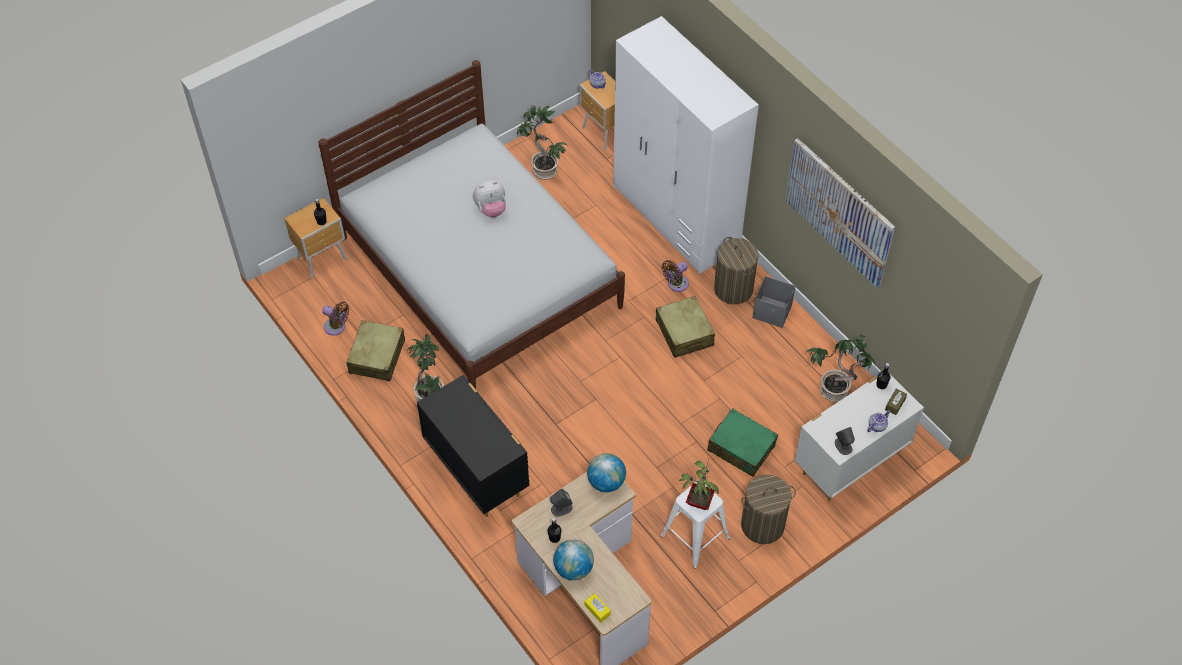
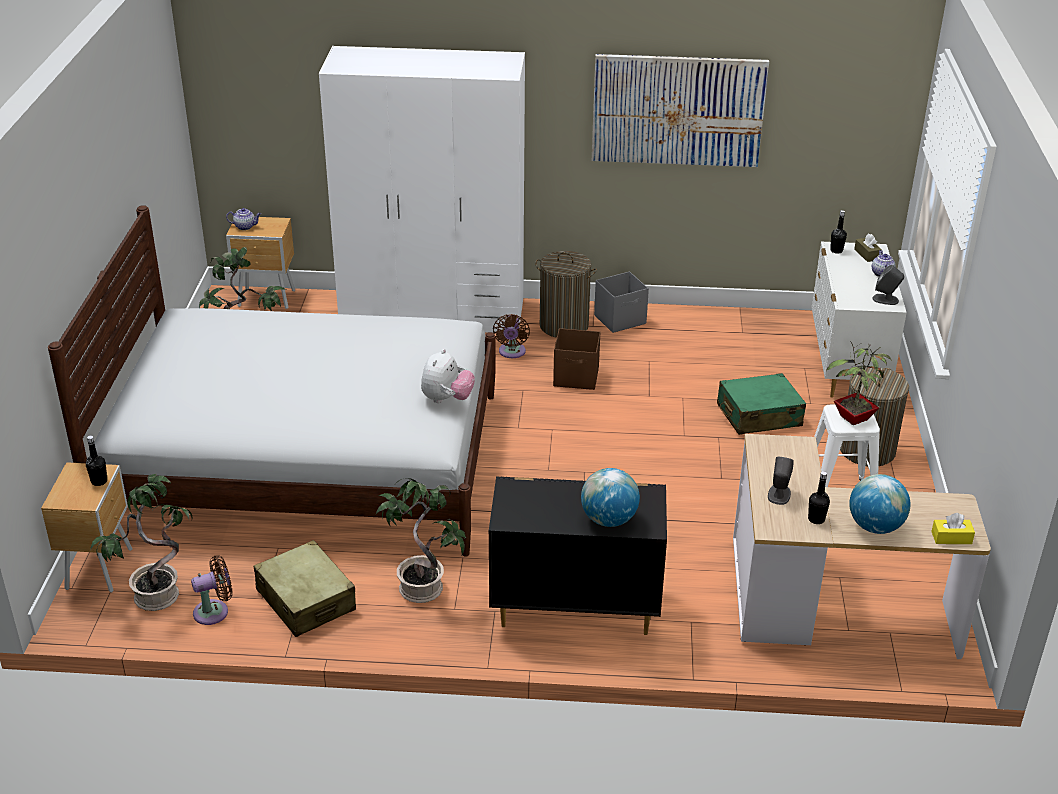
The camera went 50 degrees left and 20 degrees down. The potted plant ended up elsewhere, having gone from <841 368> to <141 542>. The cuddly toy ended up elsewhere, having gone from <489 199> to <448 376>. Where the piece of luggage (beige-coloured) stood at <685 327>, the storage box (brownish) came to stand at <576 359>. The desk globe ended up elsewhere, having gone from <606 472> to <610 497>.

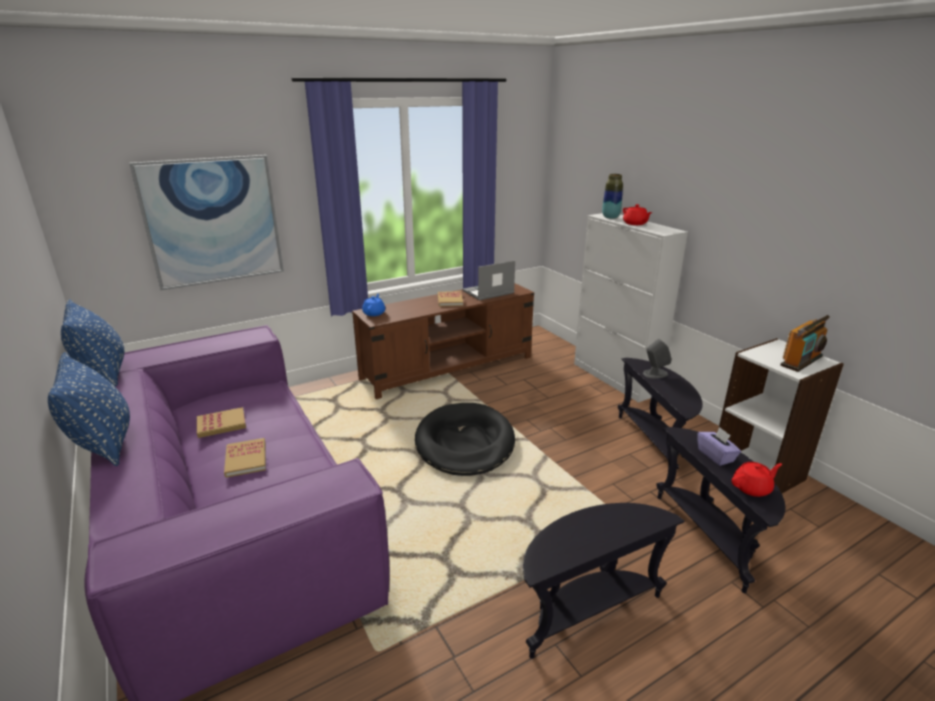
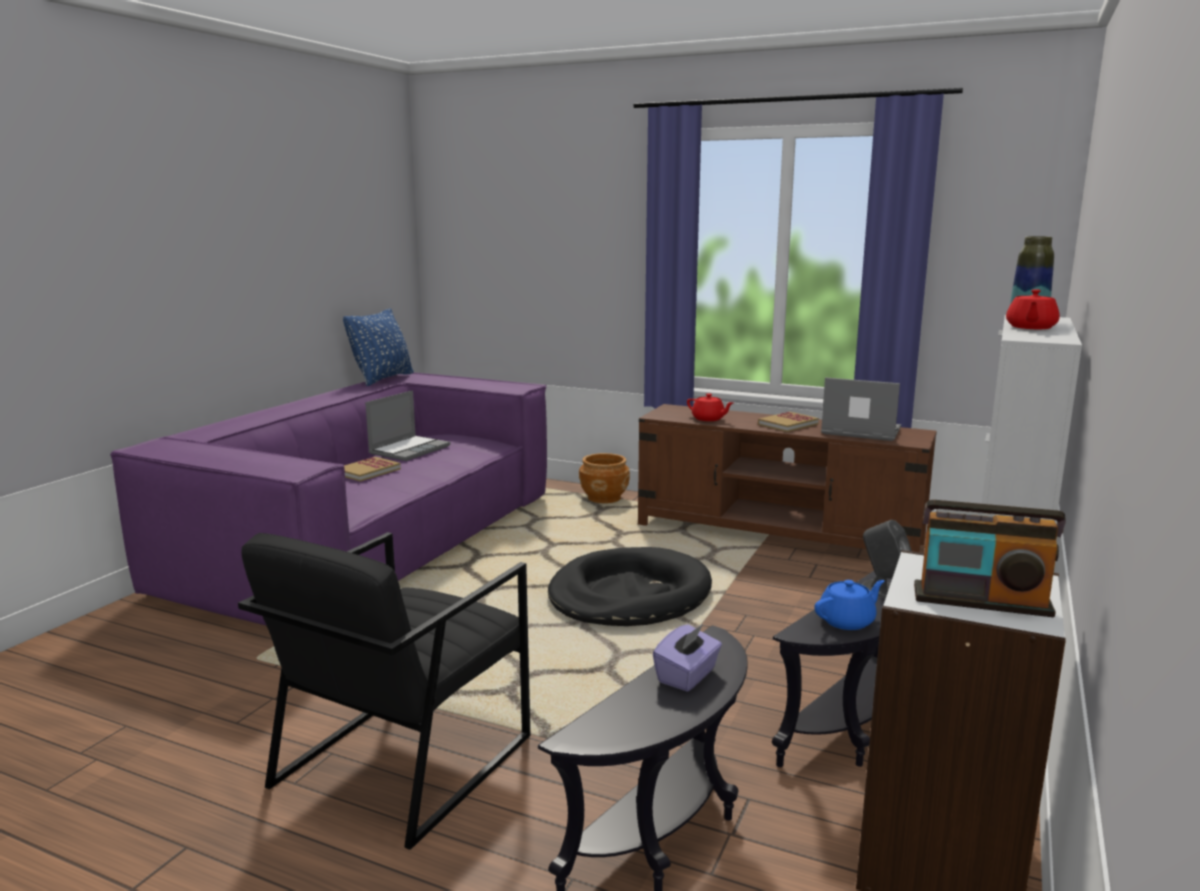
The camera went 55 degrees right and 10 degrees down. Where the accent table (black-coloured) stood at <603 581>, the easy chair (black-coloured) came to stand at <384 691>. Where the bound book stood at <221 422>, the notebook computer came to stand at <407 425>. The second view gained the planter (brownish) at <604 478>. The teapot (red) ended up elsewhere, having gone from <757 479> to <710 407>. The teapot (blue) ended up elsewhere, having gone from <373 305> to <849 605>. The second view lost the cushion (blue) at <89 409>. The second view lost the picture at <206 222>.

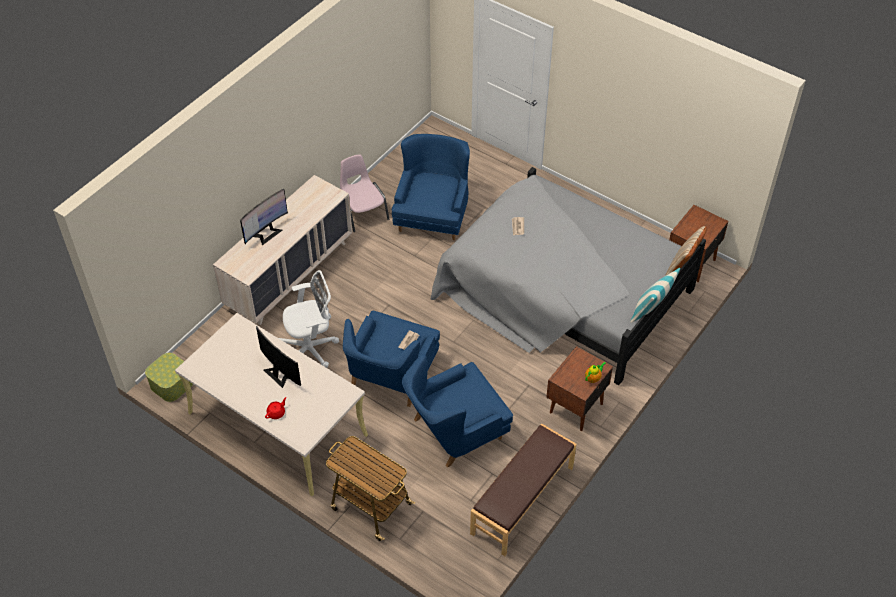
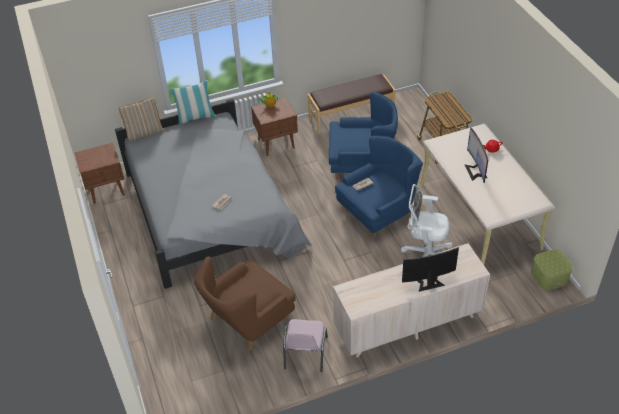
The camera went 145 degrees left and 5 degrees down. What was the easy chair (blue) at <431 187> turned into the easy chair (brownish) at <244 304>.

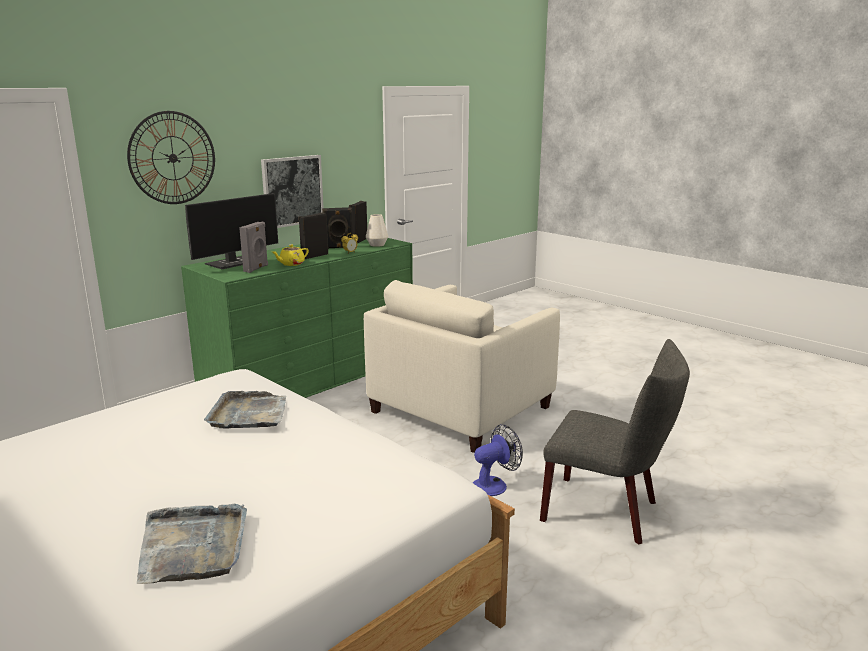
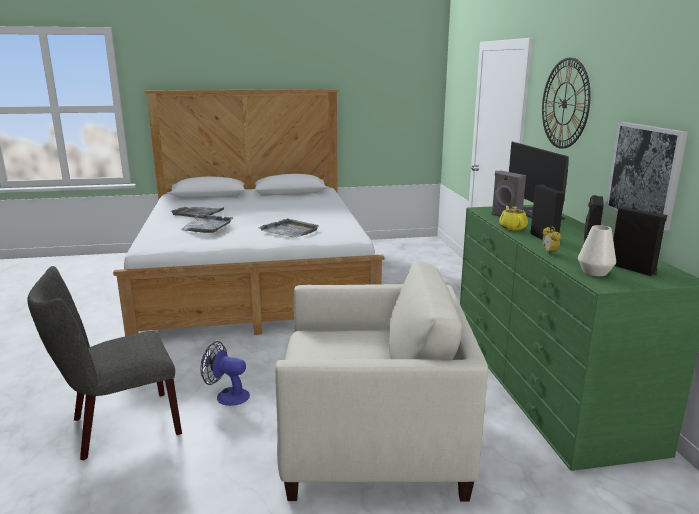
The camera went 125 degrees right and 0 degrees up. The second view gained the serving tray (gray) at <207 223>. The fan at <498 460> ended up facing another way, 105 degrees clockwise from before. The easy chair (beige-coloured) at <462 366> ended up facing another way, 105 degrees clockwise from before.

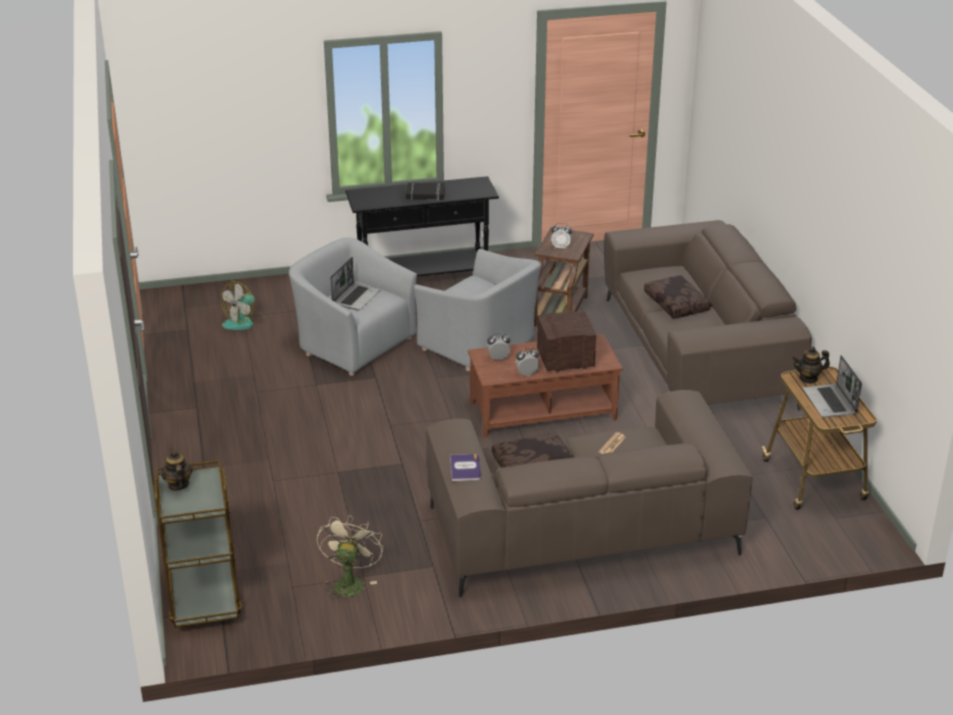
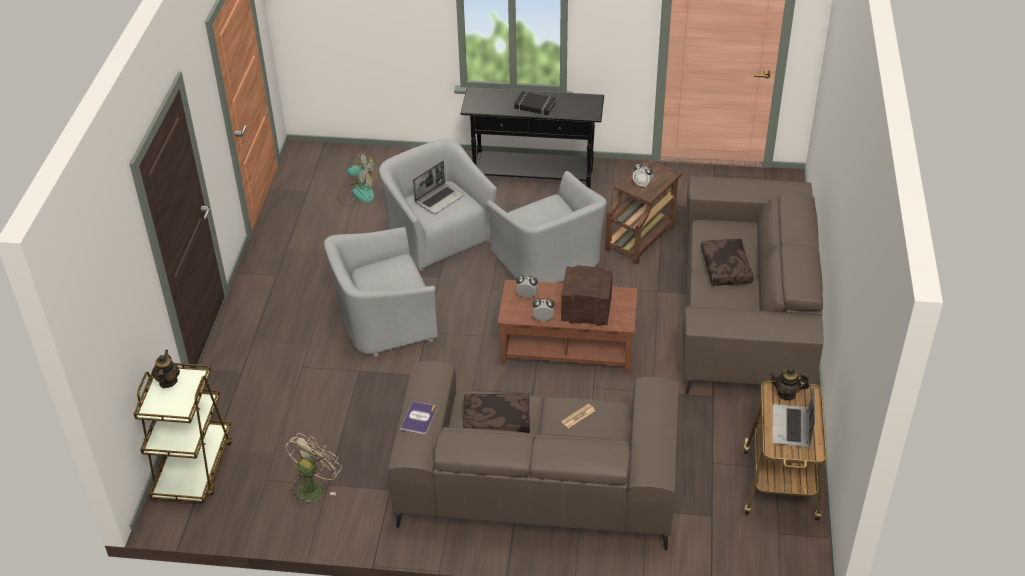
The camera went 20 degrees right and 10 degrees up. The second view gained the easy chair (gray) at <381 291>. The fan at <243 305> ended up facing another way, 135 degrees counterclockwise from before.

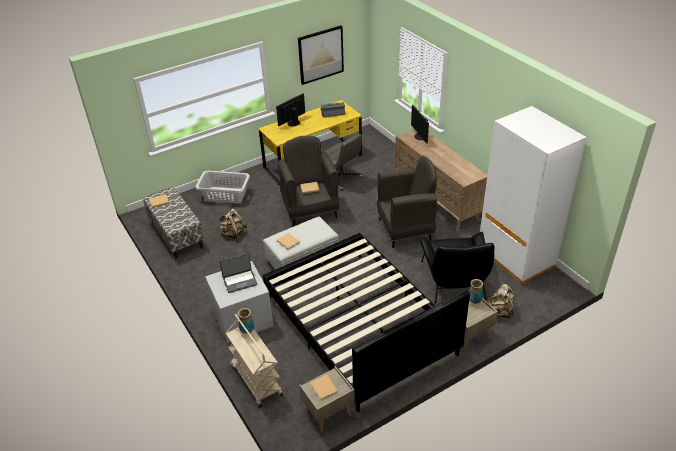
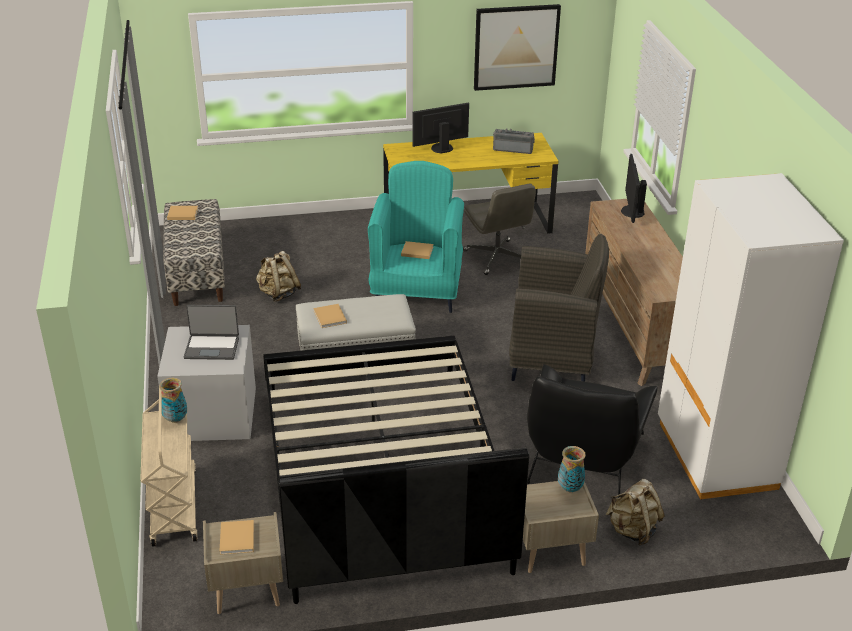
The camera went 20 degrees right and 5 degrees down. What was the easy chair (gray) at <309 181> turned into the easy chair (turquoise) at <416 237>. The second view lost the laundry basket (gray) at <223 187>.

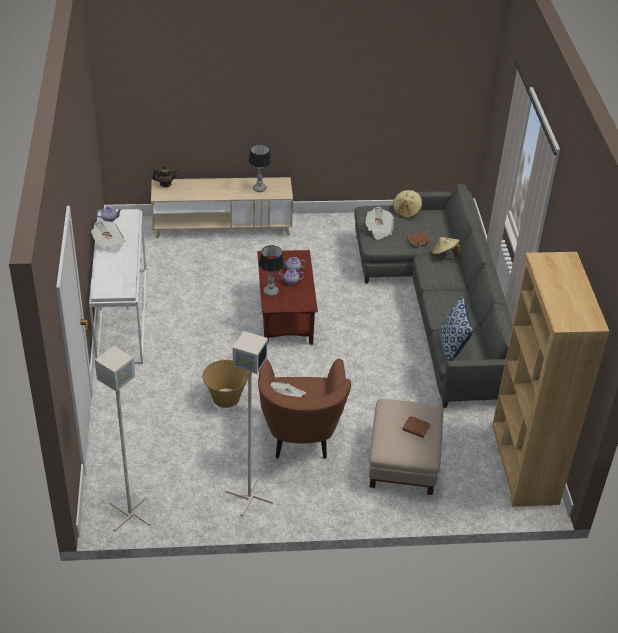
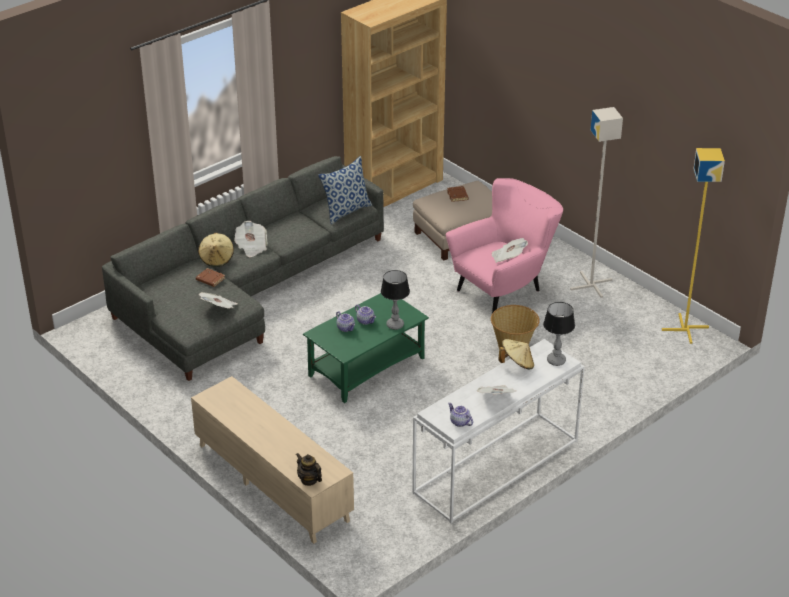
The camera went 125 degrees left and 5 degrees down. The second view gained the printed paper at <250 239>. What was the low table (brownish) at <287 297> turned into the low table (green-coloured) at <366 348>. What was the easy chair (brownish) at <304 409> turned into the easy chair (pink) at <504 245>. The hat (beige-coloured) ended up elsewhere, having gone from <407 204> to <516 354>. The lamp for a table ended up elsewhere, having gone from <260 168> to <559 334>. What was the floor lamp (gray) at <123 438> turned into the floor lamp (yellow-coloured) at <693 246>.

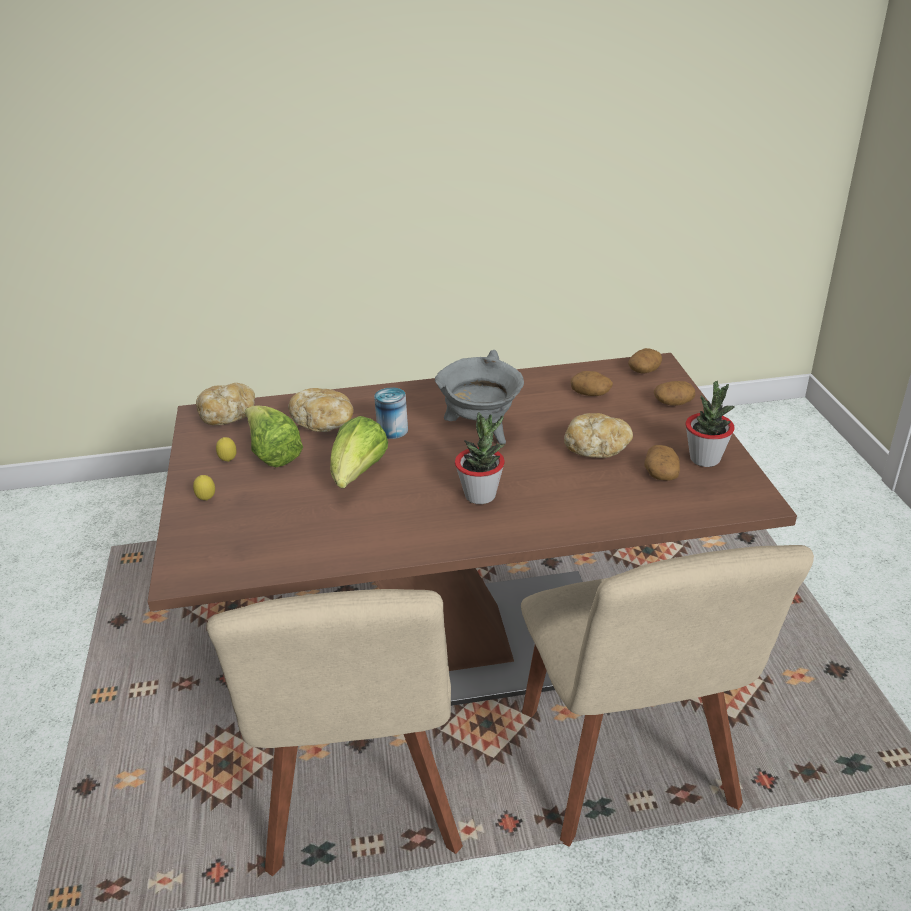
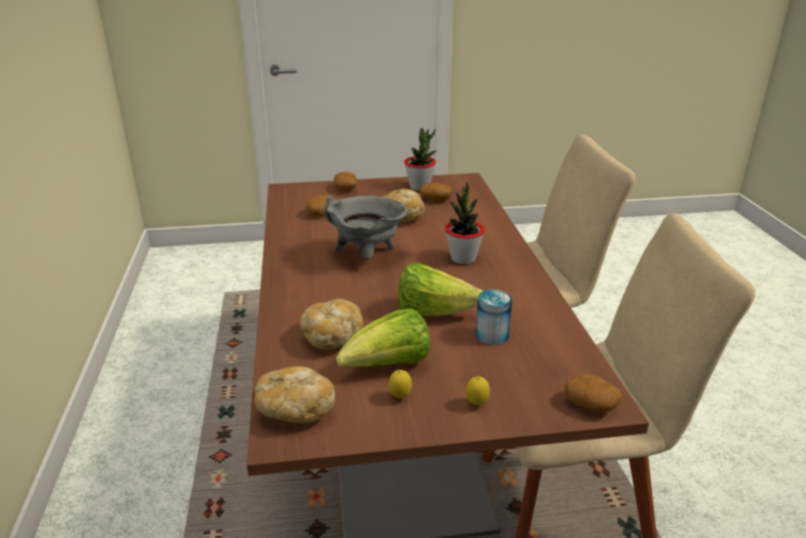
The camera went 90 degrees left and 5 degrees down. The sealed can ended up elsewhere, having gone from <391 413> to <494 317>. The whole potato ended up elsewhere, having gone from <645 360> to <593 393>.

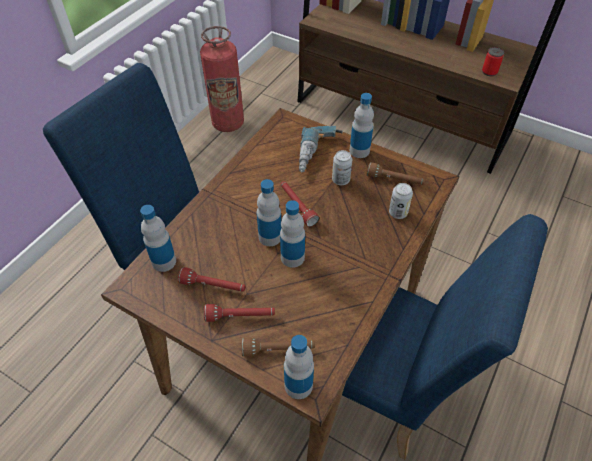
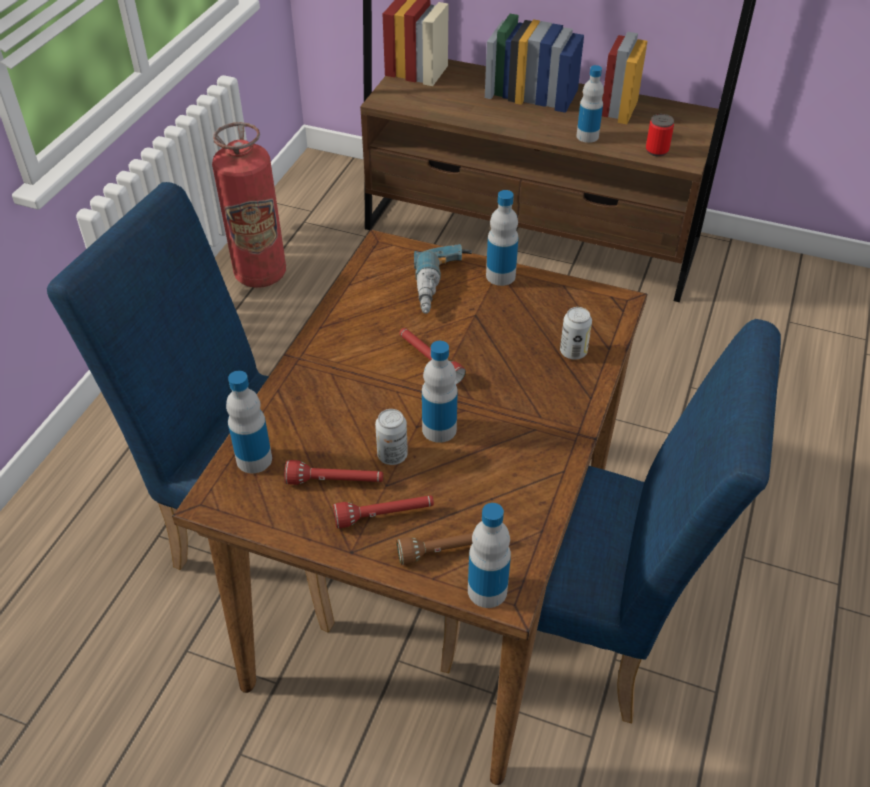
The camera went 10 degrees left and 5 degrees down. The sealed can ended up elsewhere, having gone from <342 167> to <391 437>. The drink bottle ended up elsewhere, having gone from <269 212> to <590 104>. The second view lost the flashlight (brownish) at <396 173>.

